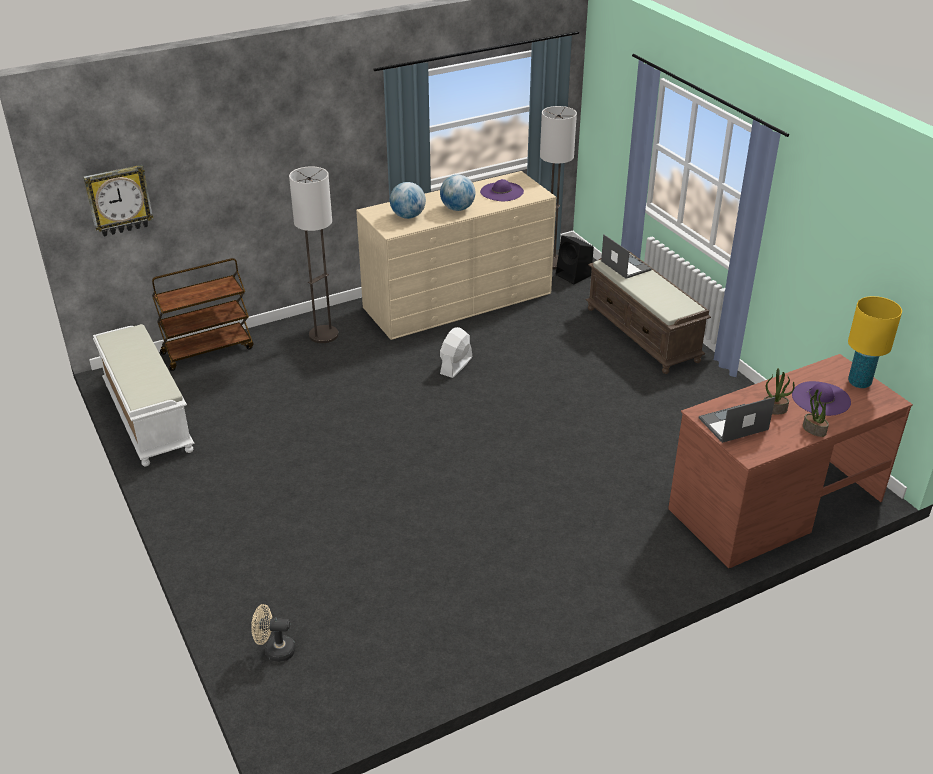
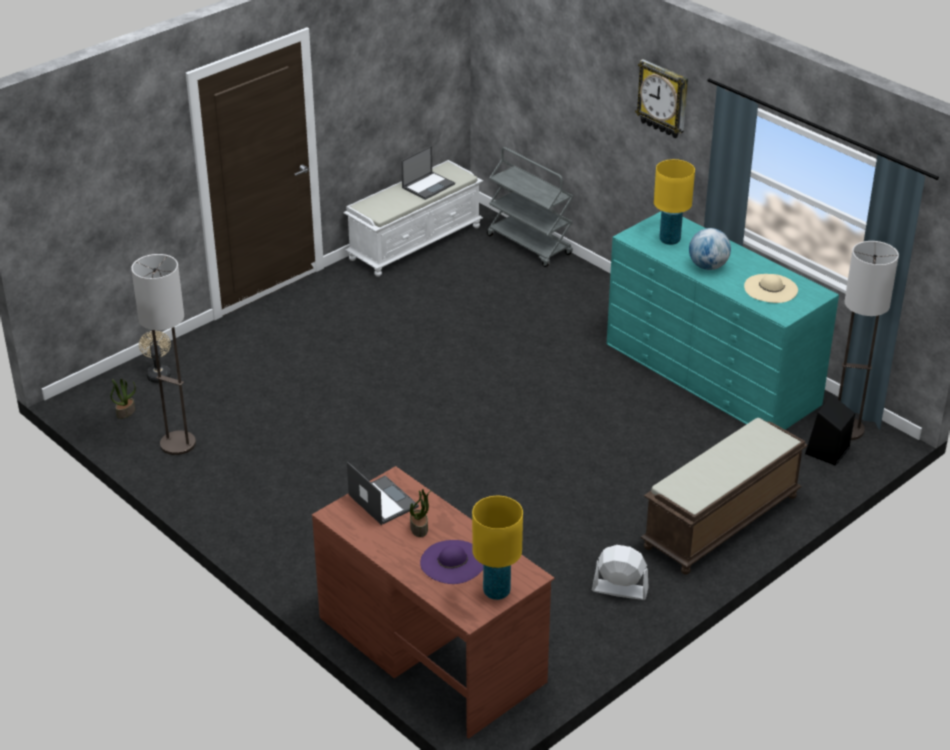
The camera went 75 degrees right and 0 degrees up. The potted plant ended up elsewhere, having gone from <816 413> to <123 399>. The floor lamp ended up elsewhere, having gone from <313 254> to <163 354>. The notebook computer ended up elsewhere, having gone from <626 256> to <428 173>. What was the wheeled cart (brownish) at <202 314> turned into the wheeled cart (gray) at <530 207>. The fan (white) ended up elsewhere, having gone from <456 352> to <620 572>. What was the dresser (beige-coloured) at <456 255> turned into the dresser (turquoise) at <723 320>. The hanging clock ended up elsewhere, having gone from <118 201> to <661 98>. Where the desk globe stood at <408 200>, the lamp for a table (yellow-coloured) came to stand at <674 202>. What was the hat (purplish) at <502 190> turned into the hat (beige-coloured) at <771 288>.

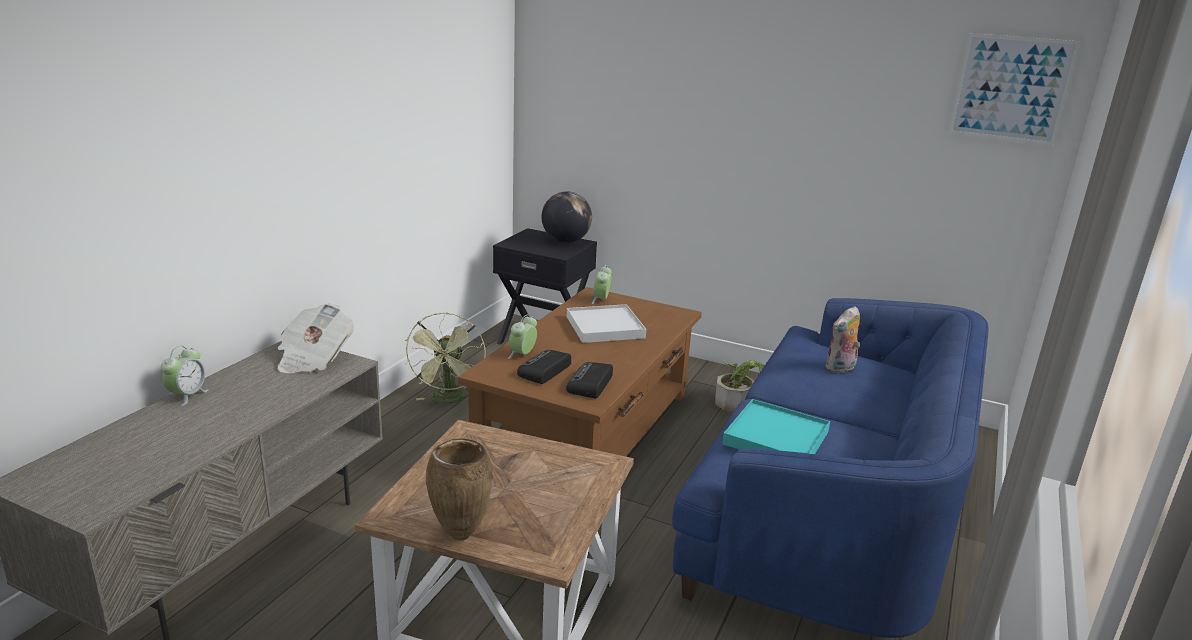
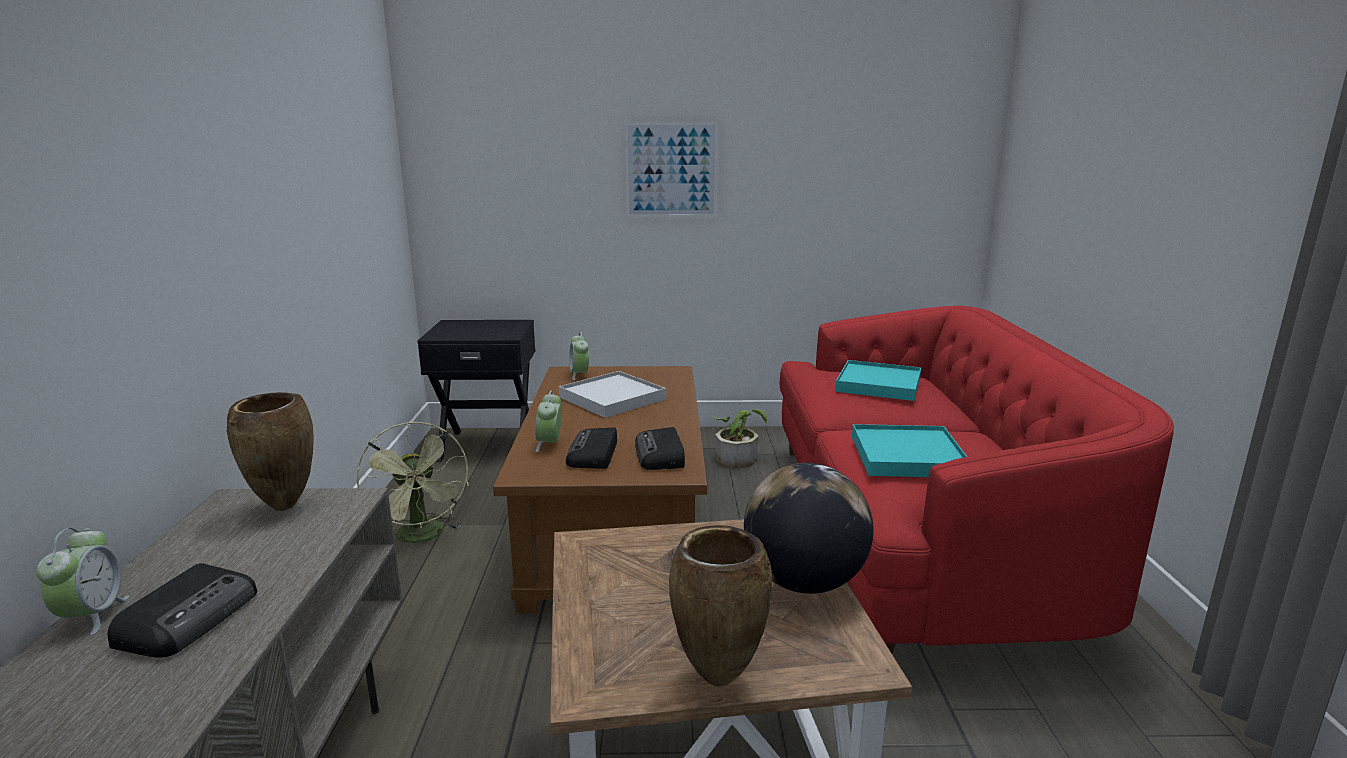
The camera went 25 degrees left and 5 degrees down. The second view gained the radio set at <182 610>. Where the printed paper stood at <315 338>, the decorative vase (brownish) came to stand at <270 451>. The picture ended up elsewhere, having gone from <1015 89> to <671 169>. The desk globe ended up elsewhere, having gone from <566 217> to <809 528>. What was the sofa (blue) at <830 468> turned into the sofa (red) at <976 480>. Where the cuddly toy stood at <843 340>, the serving tray (turquoise) came to stand at <878 380>.

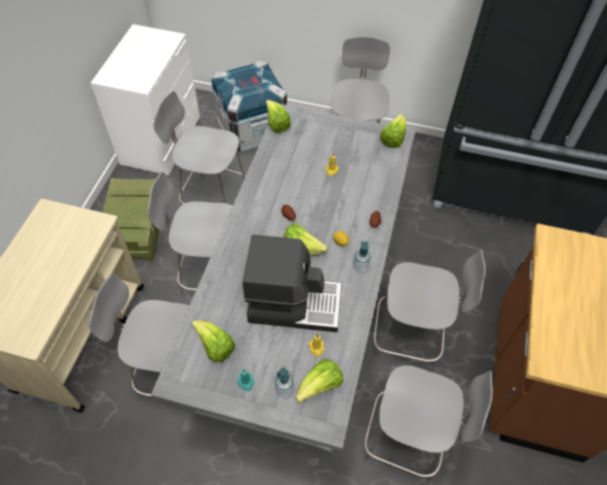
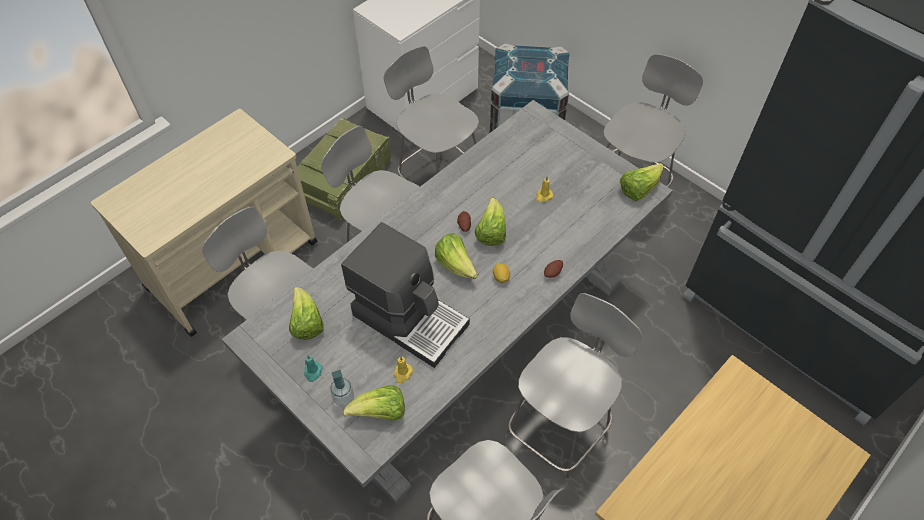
The camera went 30 degrees right and 0 degrees up. The lettuce head ended up elsewhere, having gone from <278 116> to <490 222>. The upright chair (gray) at <430 309> ended up facing another way, 90 degrees counterclockwise from before. The second view lost the soap bottle at <362 257>.

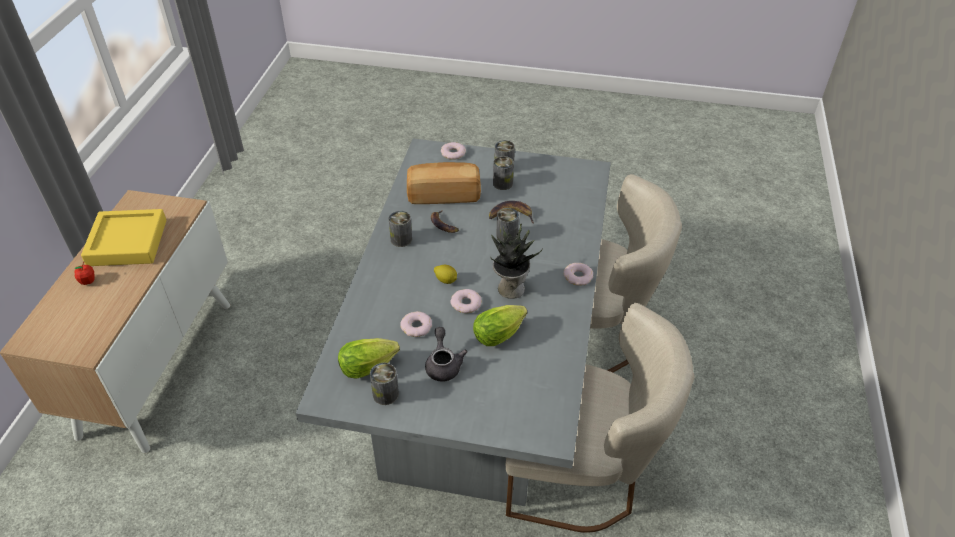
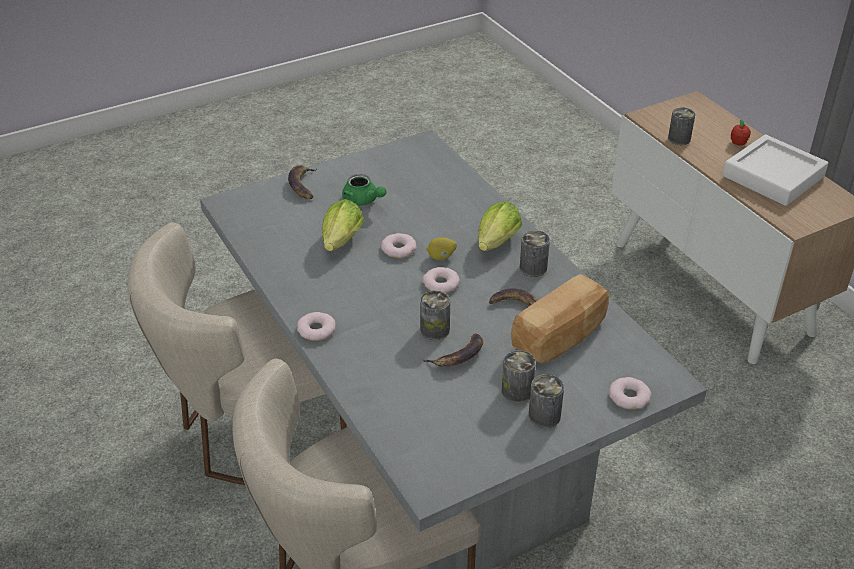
The camera went 140 degrees right and 5 degrees down. The second view gained the whole banana at <302 182>. What was the teapot (gray) at <446 354> turned into the teapot (green-coloured) at <364 190>. The donut ended up elsewhere, having gone from <416 324> to <441 280>. The lettuce head ended up elsewhere, having gone from <369 358> to <500 226>. The sealed can ended up elsewhere, having gone from <384 384> to <681 126>. What was the serving tray (yellow-coloured) at <123 237> turned into the serving tray (white) at <775 170>. The second view lost the potted plant at <516 261>.

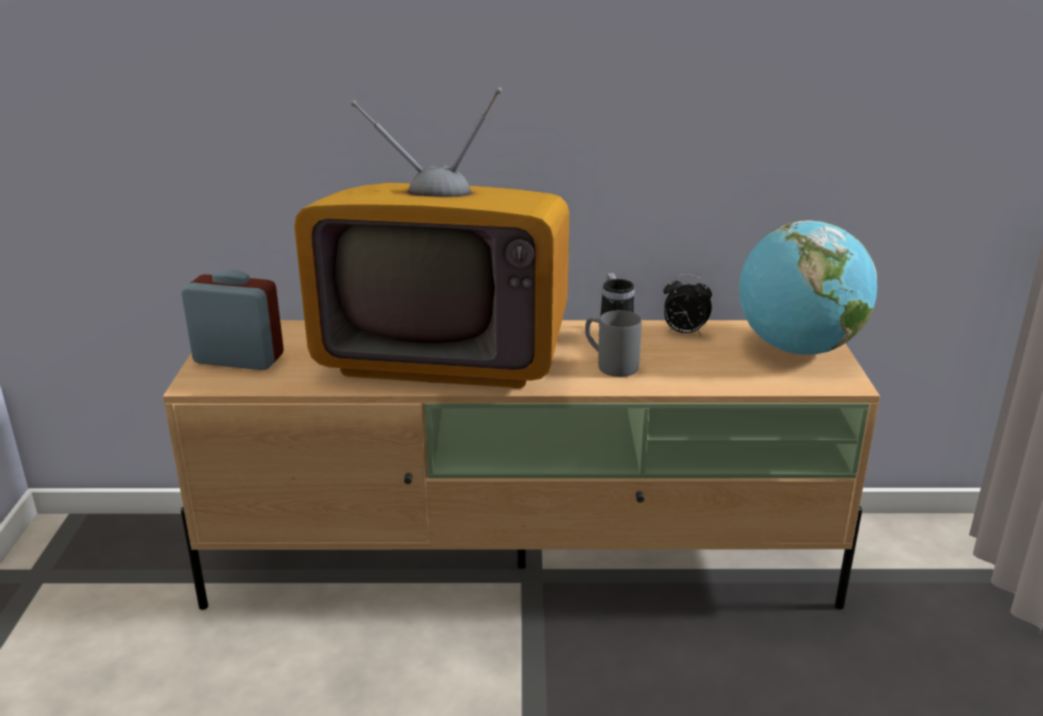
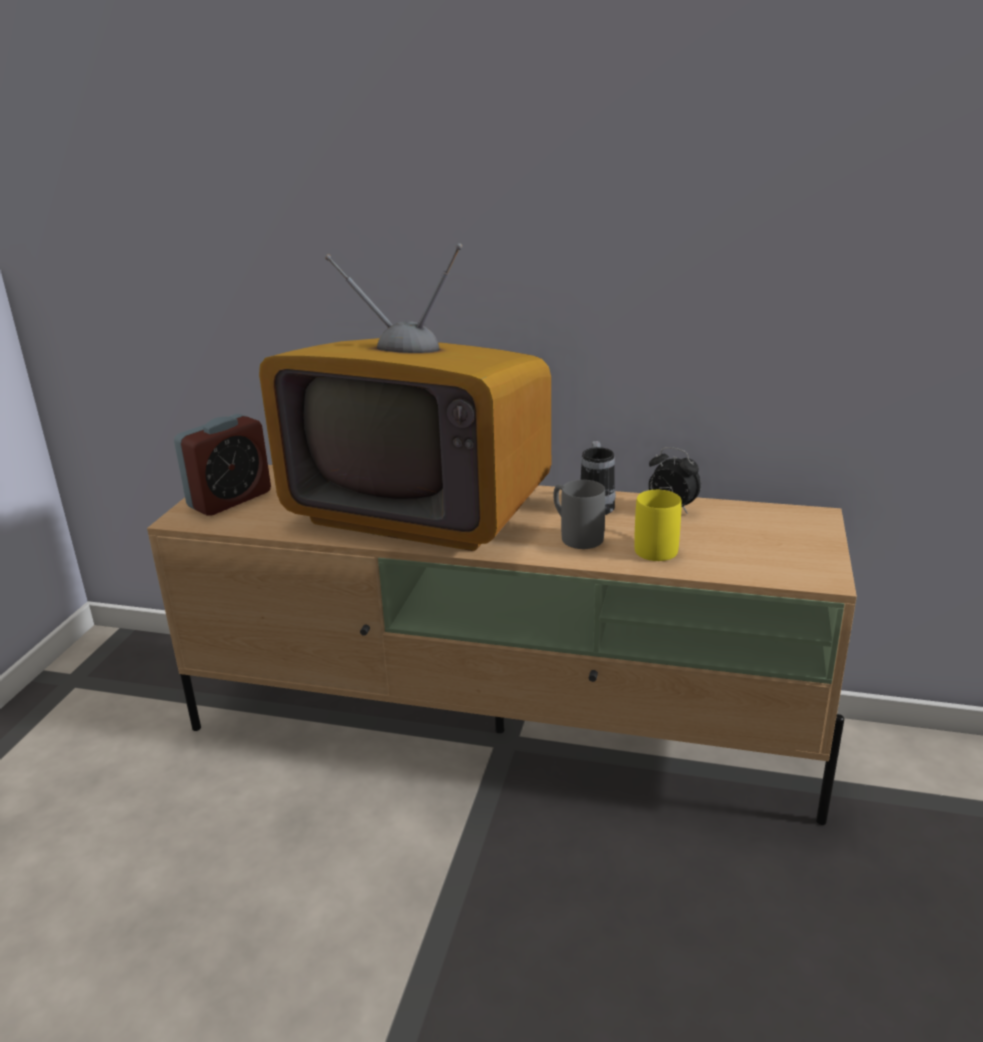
The camera went 15 degrees right and 0 degrees up. The bedside clock at <232 319> ended up facing another way, 105 degrees clockwise from before. The second view gained the coffee mug (yellow-coloured) at <658 525>. The second view lost the desk globe at <808 287>.

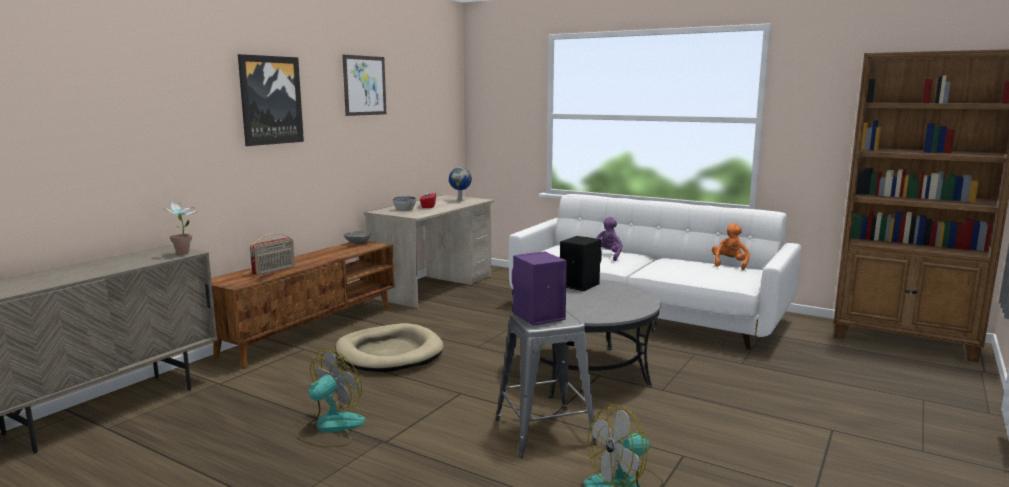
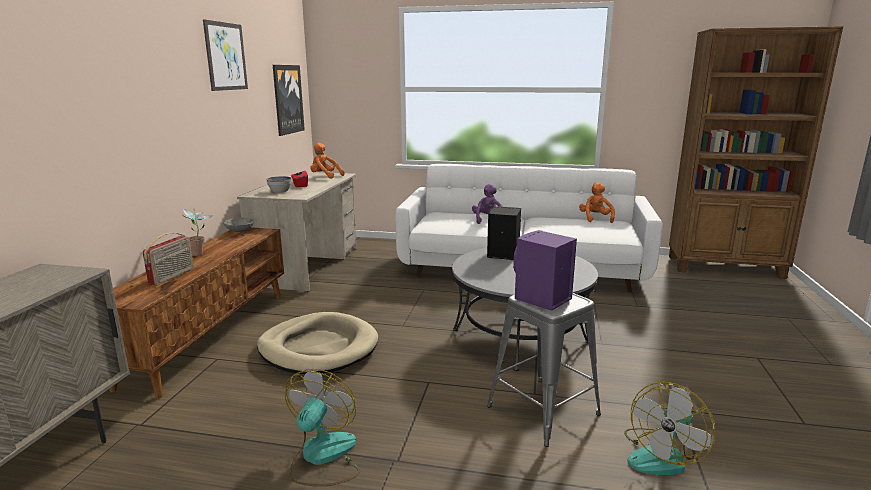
The camera went 20 degrees left and 5 degrees up. The potted plant ended up elsewhere, having gone from <181 228> to <198 232>. The picture ended up elsewhere, having gone from <271 100> to <289 100>. Where the desk globe stood at <460 184>, the cuddly toy (orange-coloured) came to stand at <327 160>.

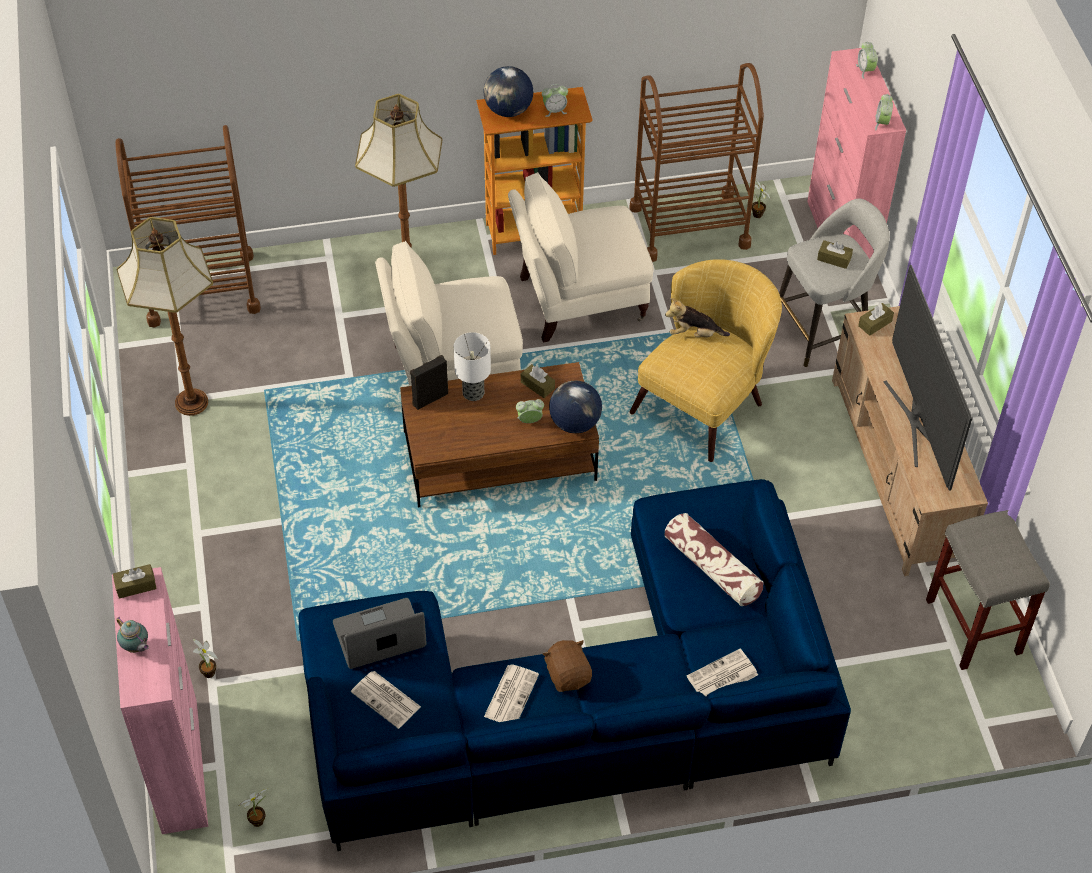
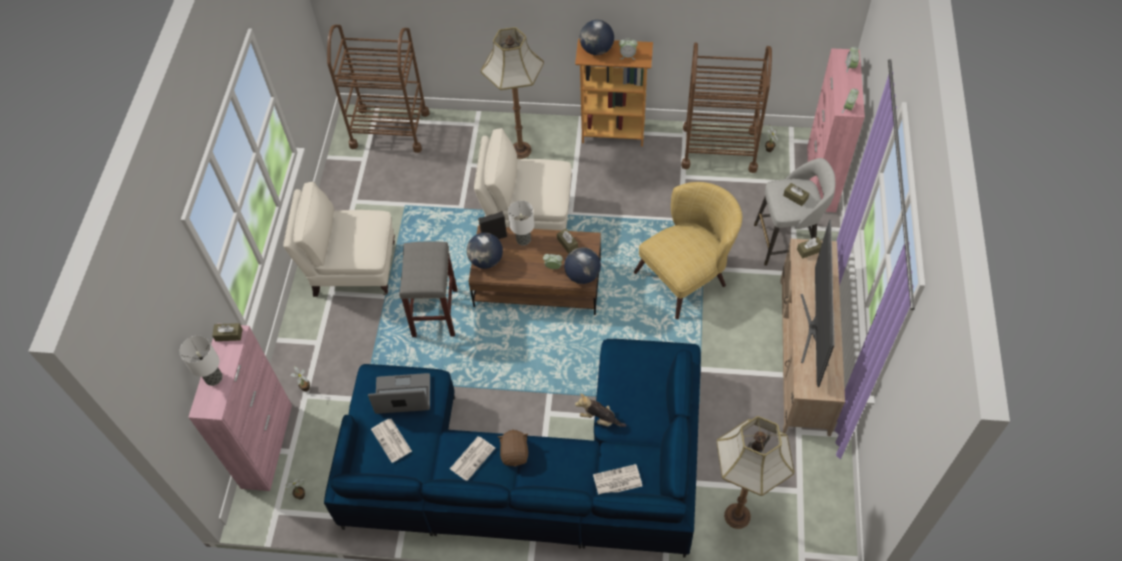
The camera went 20 degrees right and 5 degrees up. Where the teapot stood at <132 635>, the lamp for a table came to stand at <201 361>. The easy chair (beige-coloured) ended up elsewhere, having gone from <581 257> to <339 239>. The stool seat (gray) ended up elsewhere, having gone from <988 590> to <428 289>. The second view gained the desk globe at <485 251>. The cuddly toy ended up elsewhere, having gone from <697 317> to <600 410>. The floor lamp ended up elsewhere, having gone from <165 316> to <755 472>. The second view lost the cushion at <714 559>.

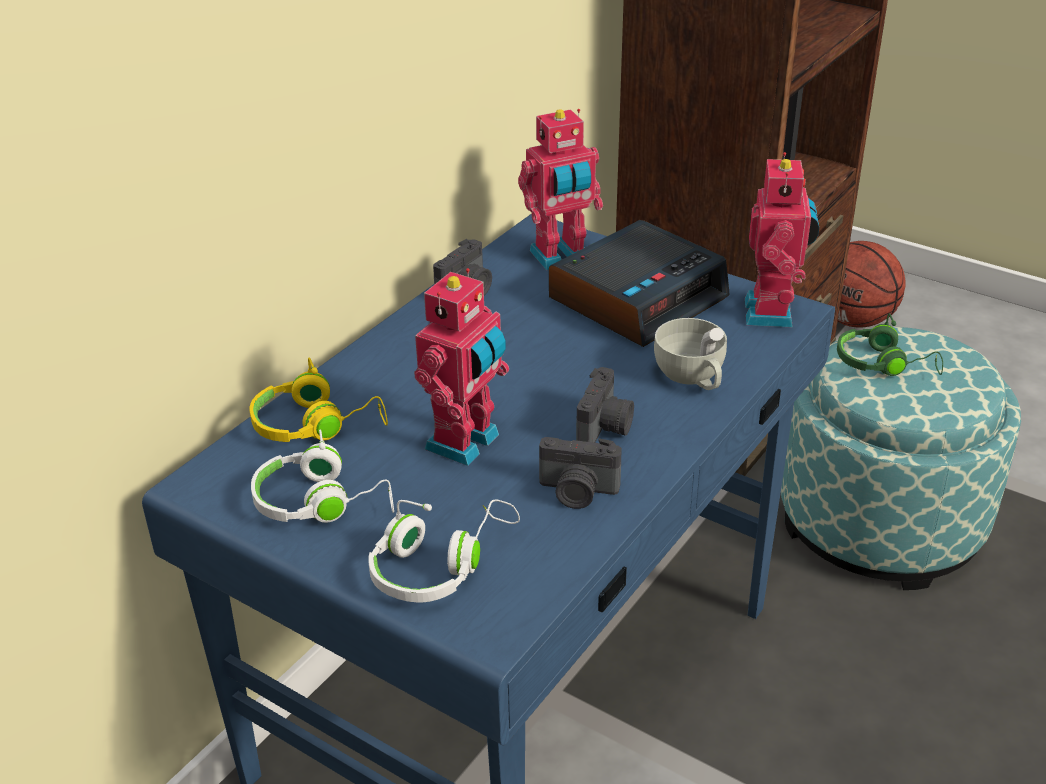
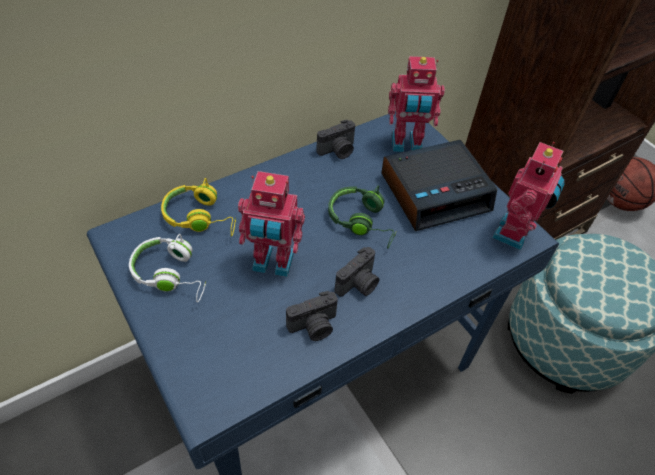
The camera went 20 degrees right and 15 degrees up. The robot figure at <461 367> ended up facing another way, 45 degrees clockwise from before. The still camera at <580 473> ended up facing another way, 60 degrees counterclockwise from before. The pair of headphones (green-coloured) ended up elsewhere, having gone from <890 344> to <362 217>. The second view lost the pair of headphones (white) at <444 551>. The second view lost the cup (white) at <690 354>.

